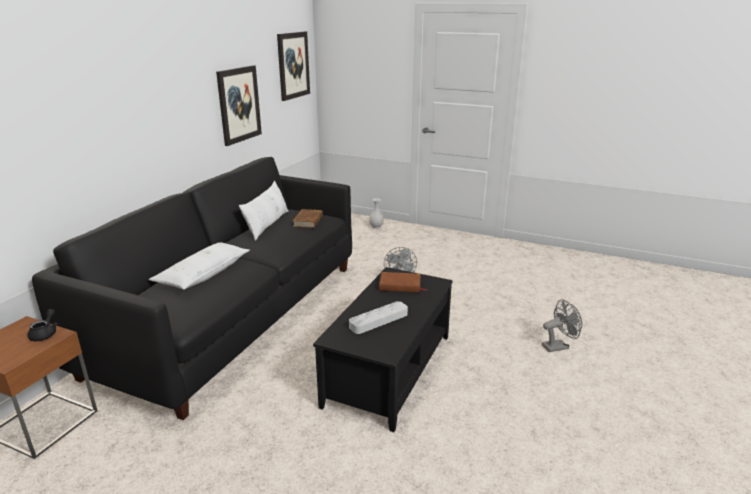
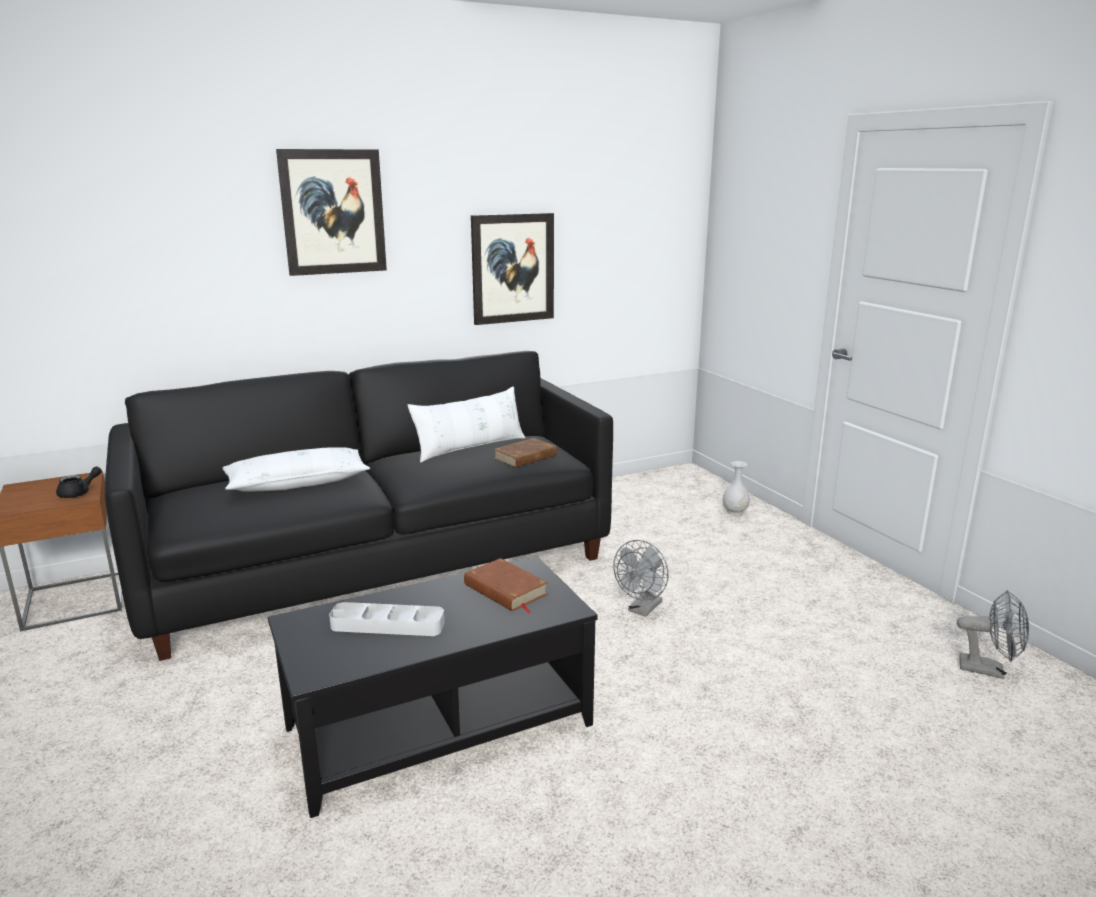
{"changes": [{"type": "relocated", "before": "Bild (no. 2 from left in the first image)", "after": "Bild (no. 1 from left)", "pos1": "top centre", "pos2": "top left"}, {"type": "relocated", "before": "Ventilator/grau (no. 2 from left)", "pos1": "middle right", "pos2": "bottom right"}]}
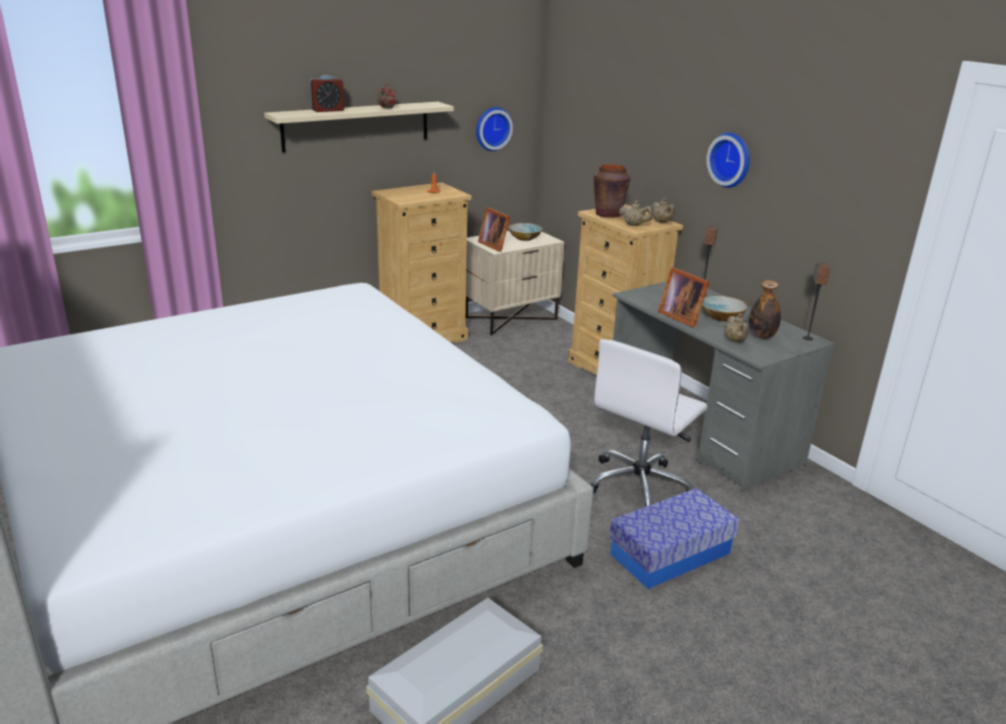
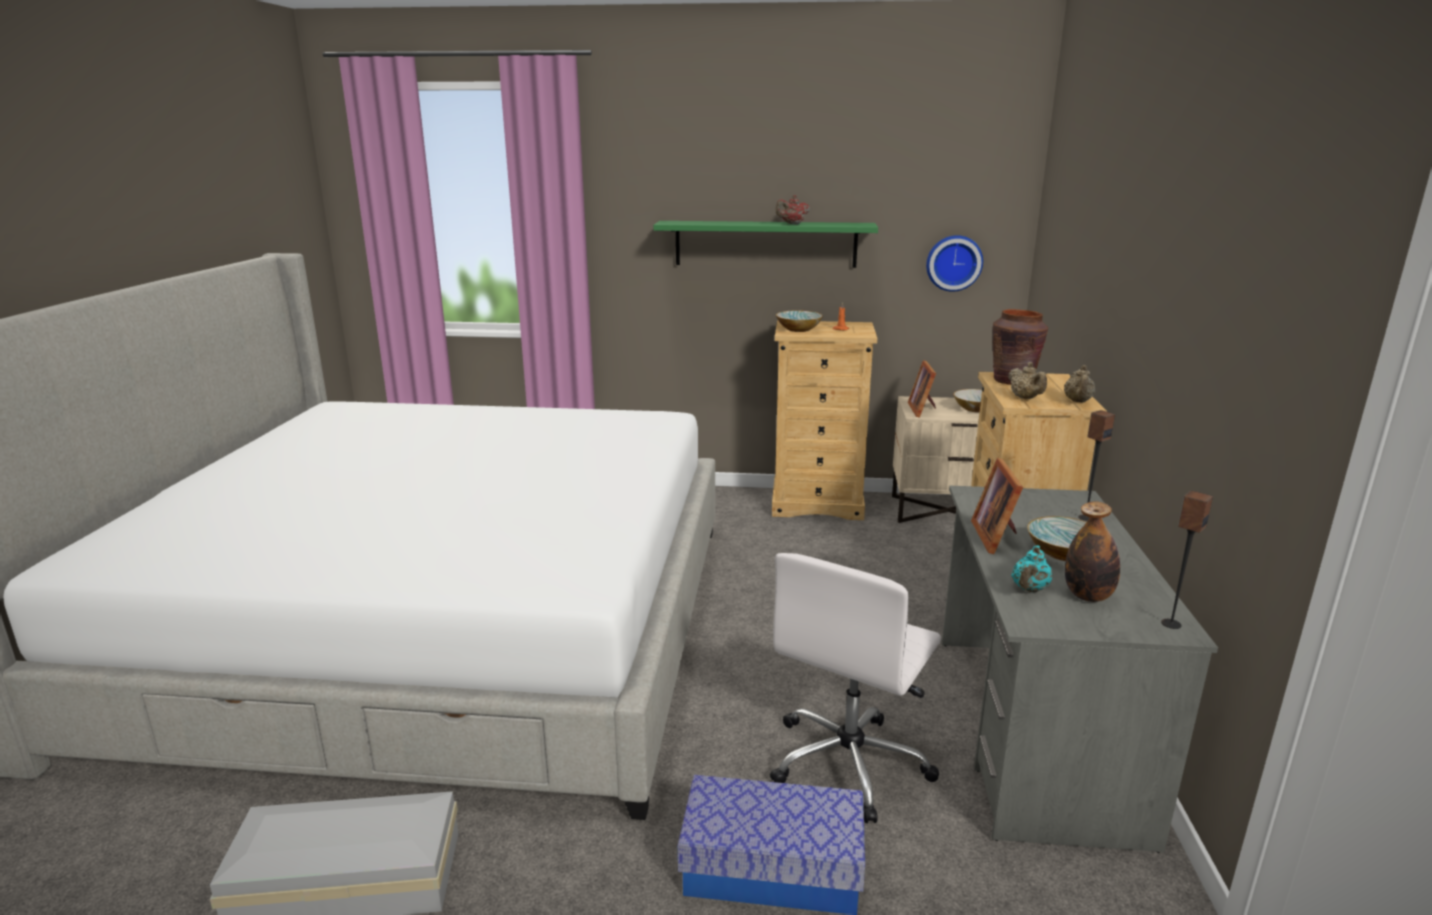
{"changes": [{"type": "colour", "before": "Wandregal/beige", "after": "Wandregal/grün", "pos1": "top centre", "pos2": "top centre"}, {"type": "spun", "before": "Bürostuhl/weiß", "pos1": "centre", "pos2": "bottom centre", "turn": -45}, {"type": "appeared", "after": "Schüssel (no. 1 from left)", "pos2": "centre"}, {"type": "colour", "before": "Teekanne/beige (no. 3 from left)", "after": "Teekanne/türkis", "pos1": "middle right", "pos2": "middle right"}, {"type": "missing", "before": "Wecker", "pos1": "top left"}, {"type": "missing", "before": "Wanduhr (no. 2 from left)", "pos1": "top right"}]}
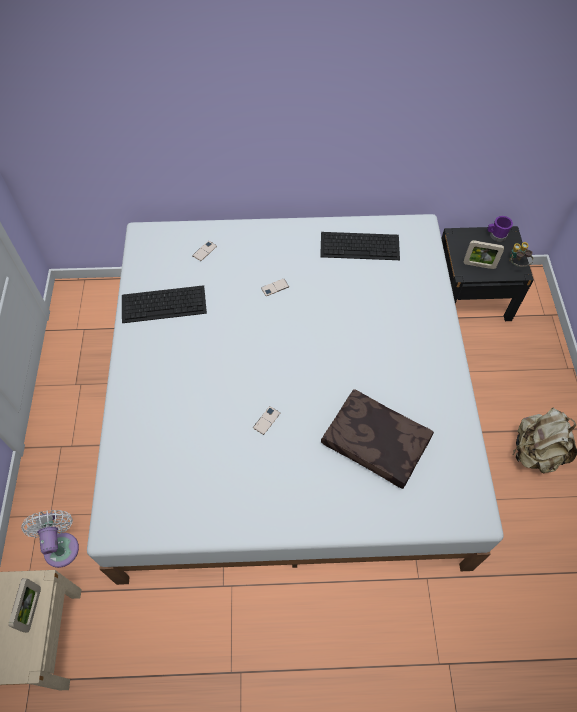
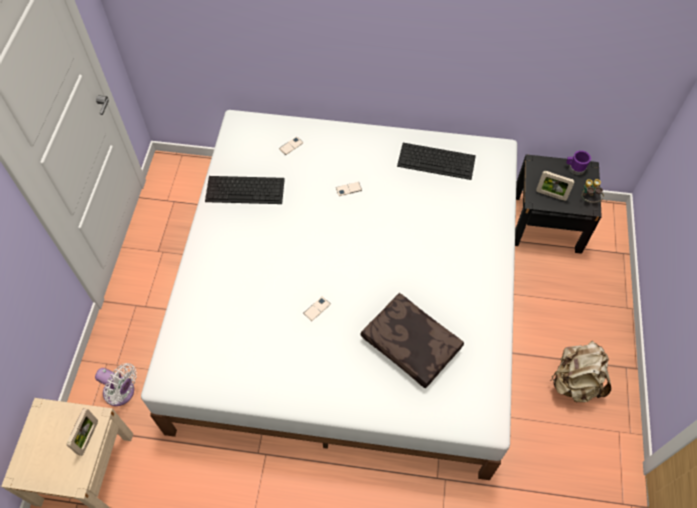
{"changes": [{"type": "spun", "before": "Ventilator/weiß", "pos1": "bottom left", "pos2": "bottom left", "turn": 120}]}
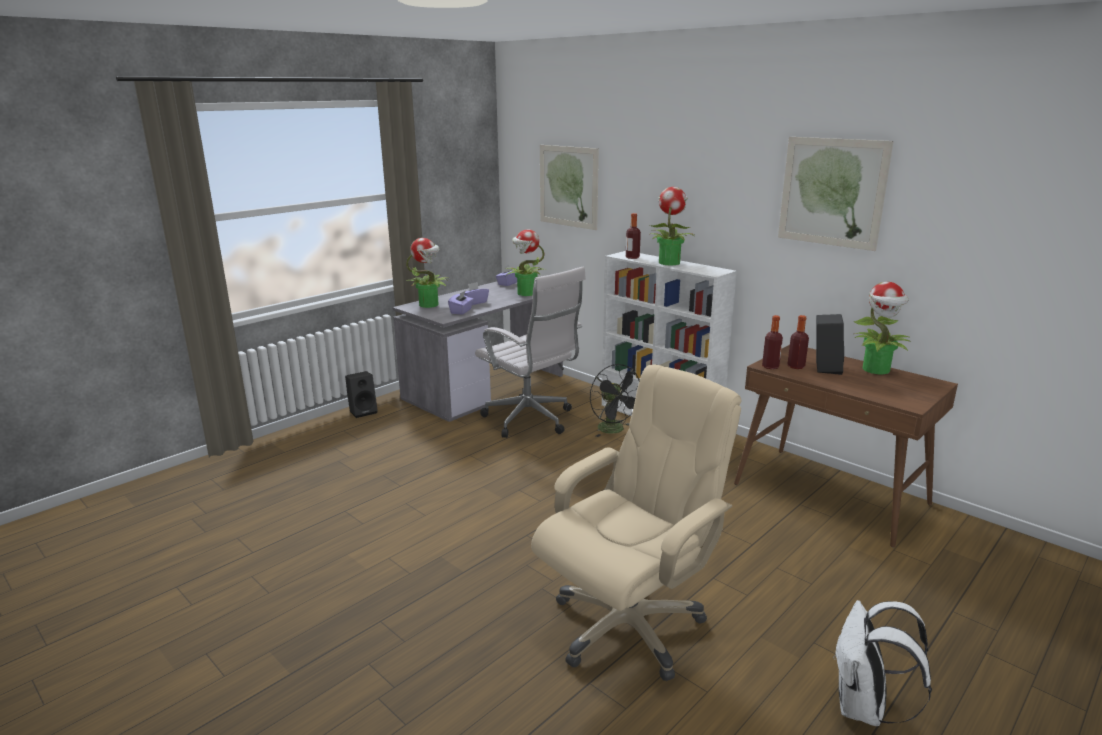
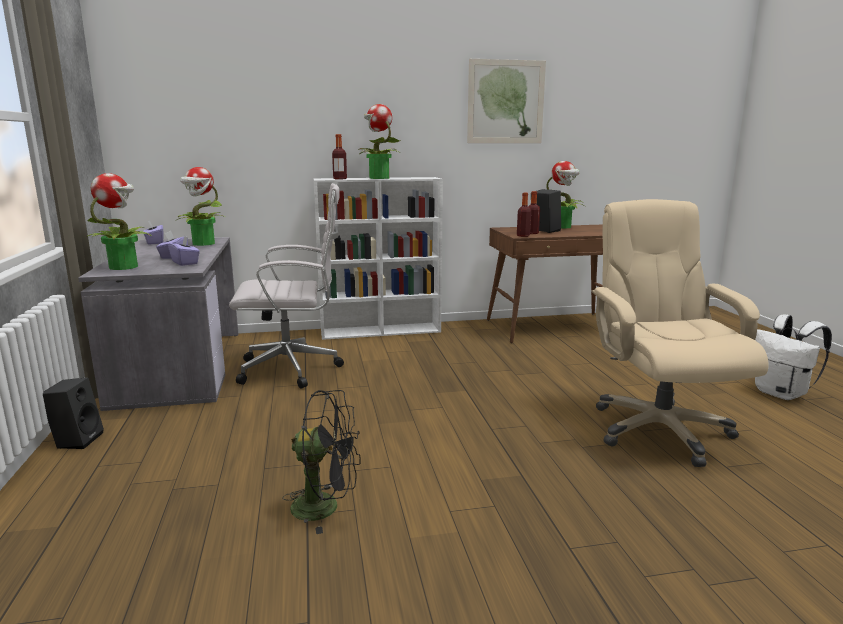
{"changes": [{"type": "relocated", "before": "Ventilator/schwarz", "pos1": "centre", "pos2": "bottom centre"}, {"type": "missing", "before": "Bild (no. 1 from left)", "pos1": "top centre"}]}
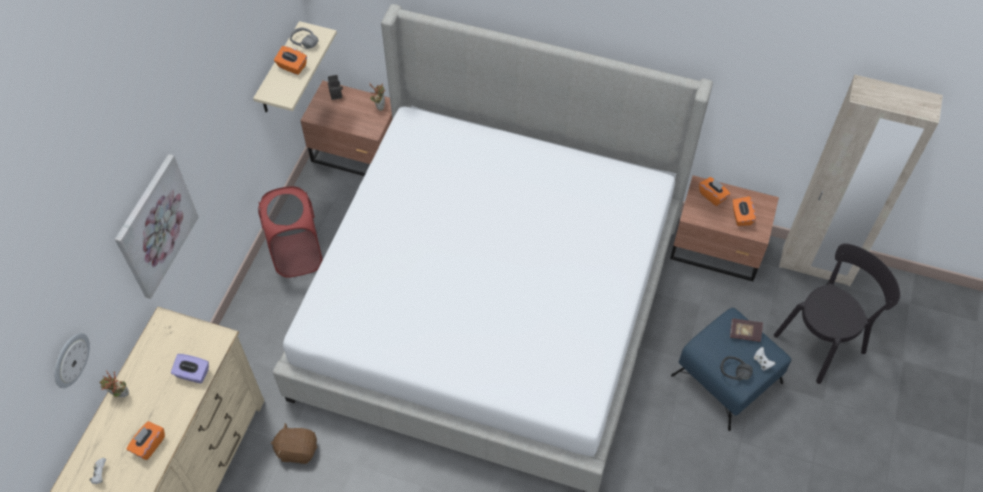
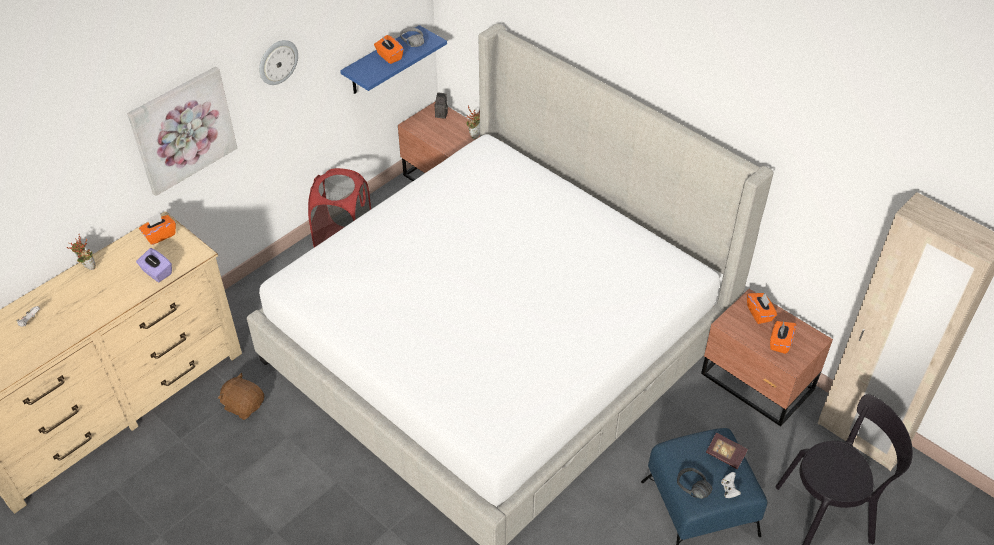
{"changes": [{"type": "relocated", "before": "Taschentuchbox/orange (no. 1 from left)", "pos1": "bottom left", "pos2": "middle left"}, {"type": "relocated", "before": "Wanduhr", "pos1": "bottom left", "pos2": "top left"}, {"type": "colour", "before": "Wandregal/beige", "after": "Wandregal/blau", "pos1": "top left", "pos2": "top centre"}]}
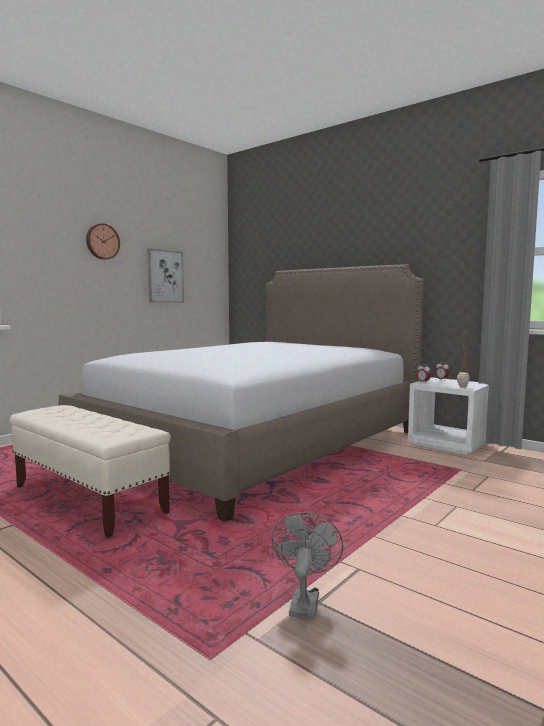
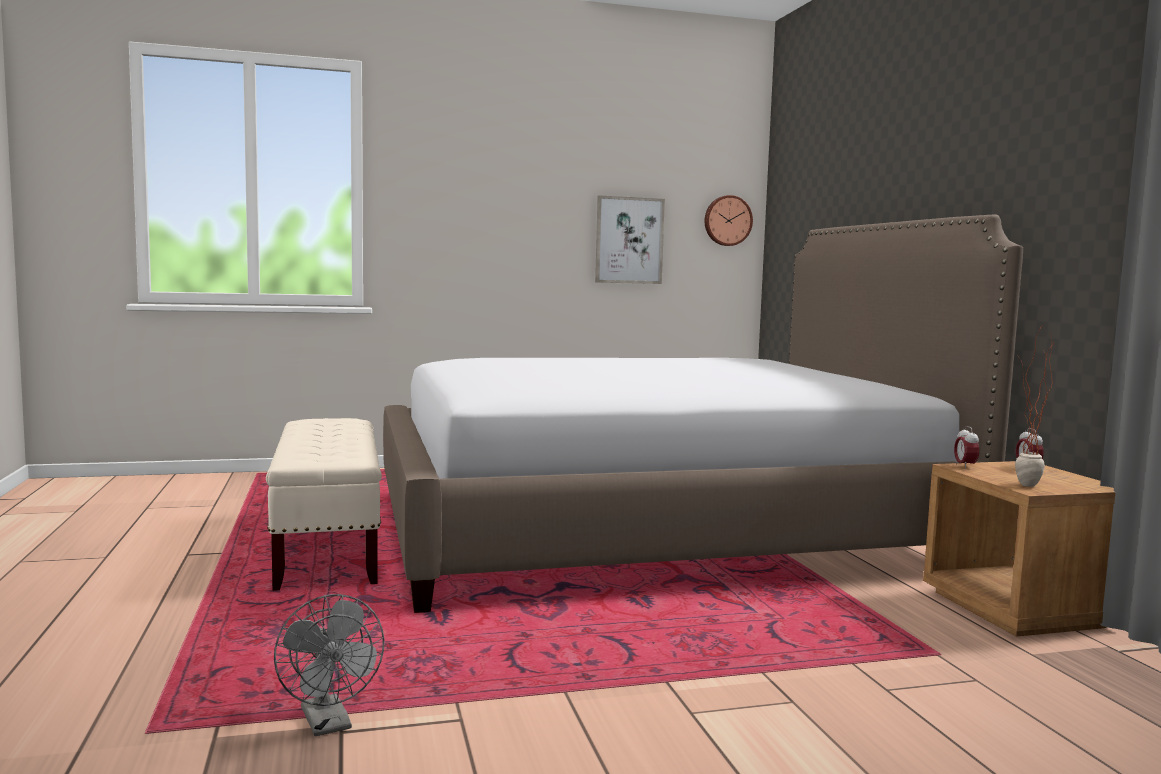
{"changes": [{"type": "spun", "before": "Ventilator/grau", "pos1": "bottom centre", "pos2": "bottom left", "turn": 105}, {"type": "relocated", "before": "Wanduhr", "pos1": "top left", "pos2": "top centre"}, {"type": "colour", "before": "Nachttisch/weiß", "after": "Nachttisch/braun", "pos1": "middle right", "pos2": "bottom right"}]}
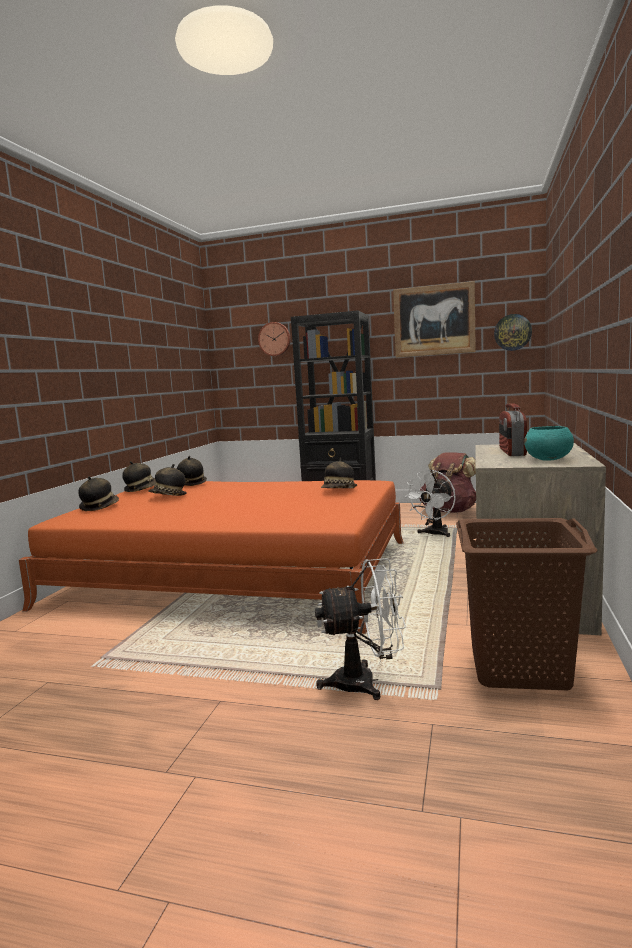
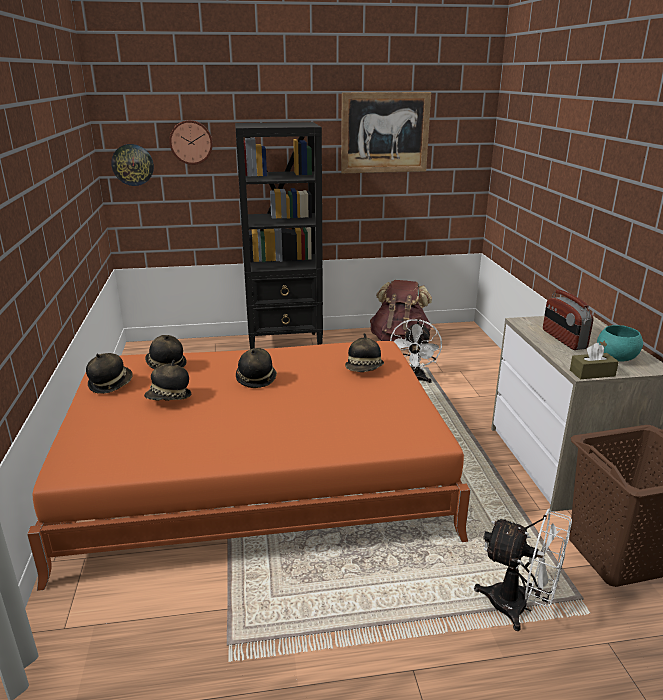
{"changes": [{"type": "relocated", "before": "Wanduhr (no. 2 from left in the first image)", "after": "Wanduhr (no. 1 from left)", "pos1": "middle right", "pos2": "top left"}, {"type": "relocated", "before": "Hut (no. 1 from left in the first image)", "after": "Hut (no. 4 from left)", "pos1": "middle left", "pos2": "centre"}, {"type": "spun", "before": "Ventilator/weiß (no. 1 from left in the first image)", "pos1": "centre", "pos2": "bottom right", "turn": 60}, {"type": "appeared", "after": "Taschentuchbox/braun", "pos2": "middle right"}]}
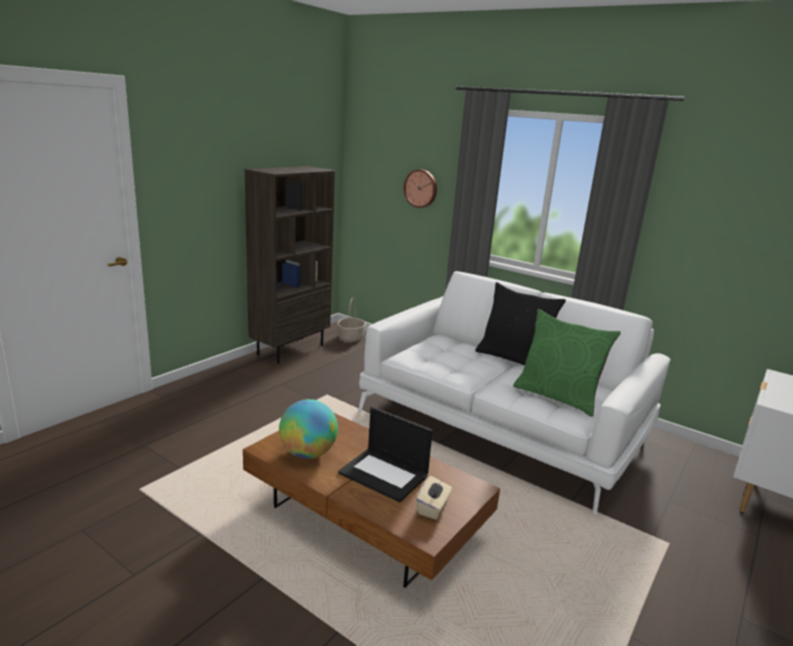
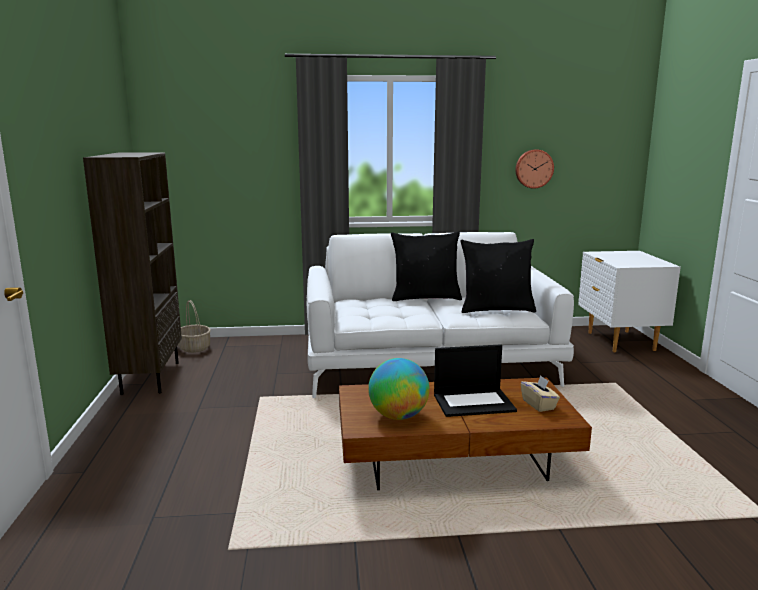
{"changes": [{"type": "colour", "before": "Kissen/grün", "after": "Kissen/schwarz (no. 2 from left)", "pos1": "middle right", "pos2": "centre"}, {"type": "relocated", "before": "Wanduhr", "pos1": "top centre", "pos2": "top right"}]}
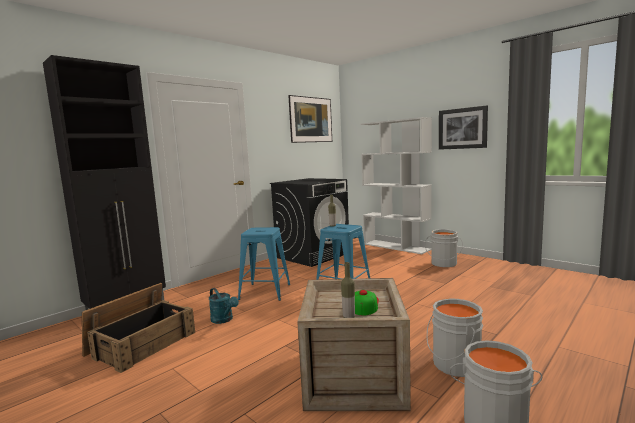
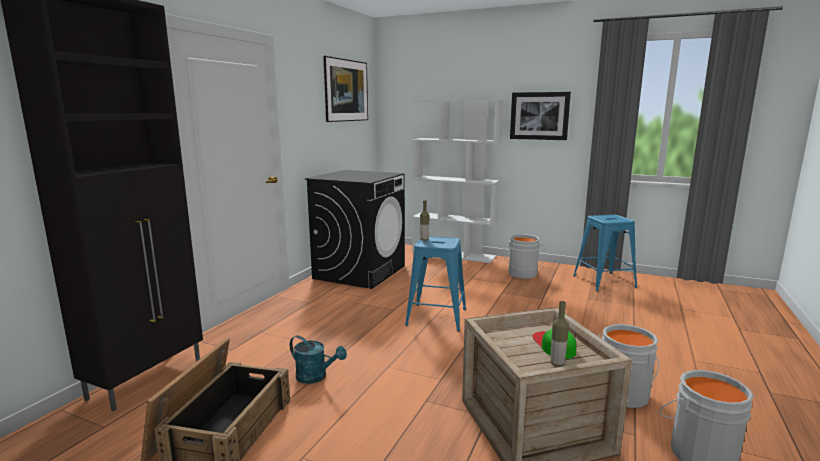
{"changes": [{"type": "relocated", "before": "Hocker/blau (no. 1 from left in the first image)", "after": "Hocker/blau (no. 2 from left)", "pos1": "centre", "pos2": "middle right"}]}
